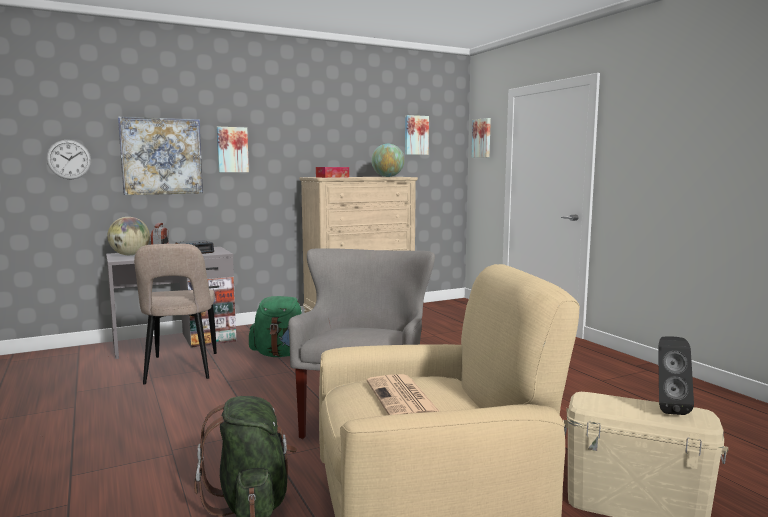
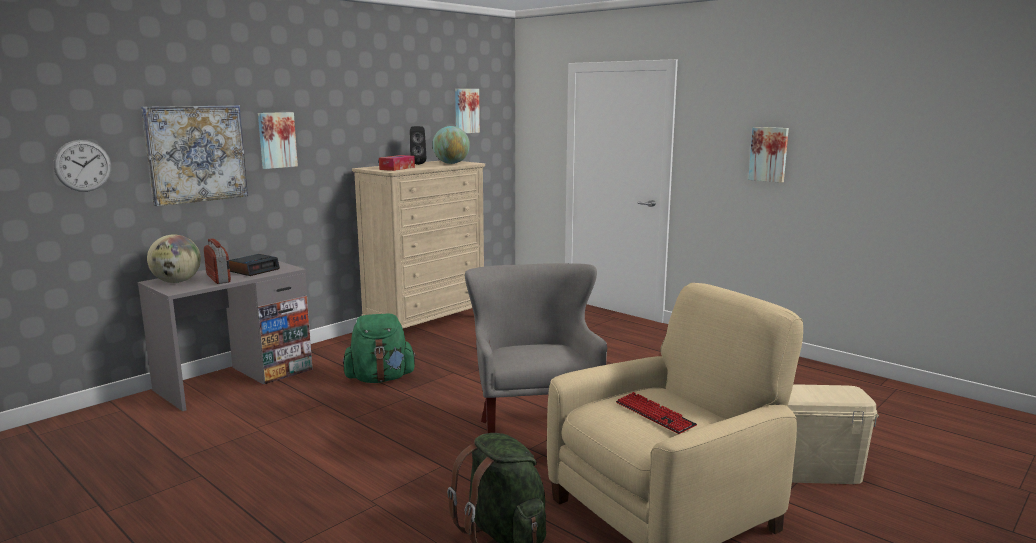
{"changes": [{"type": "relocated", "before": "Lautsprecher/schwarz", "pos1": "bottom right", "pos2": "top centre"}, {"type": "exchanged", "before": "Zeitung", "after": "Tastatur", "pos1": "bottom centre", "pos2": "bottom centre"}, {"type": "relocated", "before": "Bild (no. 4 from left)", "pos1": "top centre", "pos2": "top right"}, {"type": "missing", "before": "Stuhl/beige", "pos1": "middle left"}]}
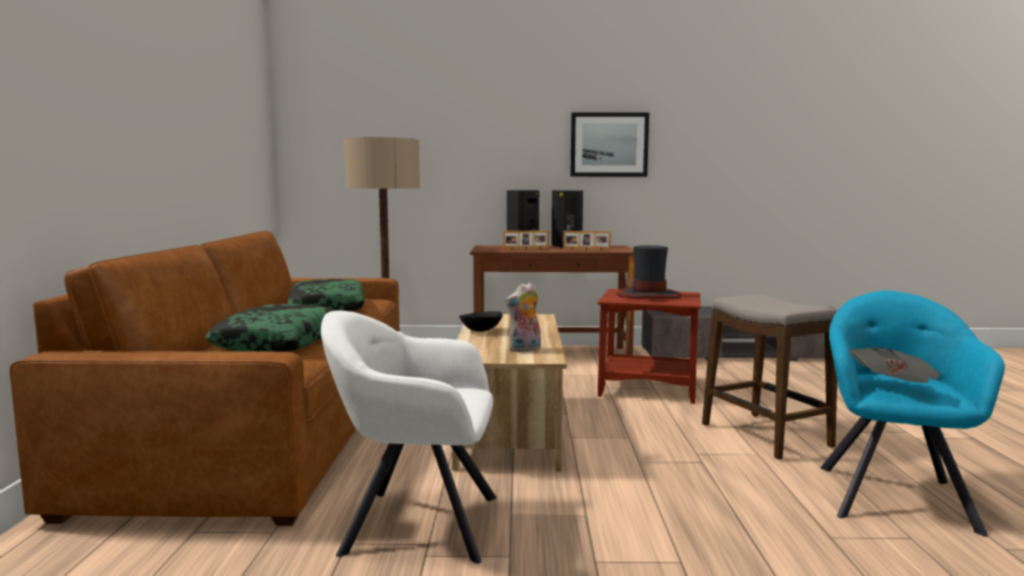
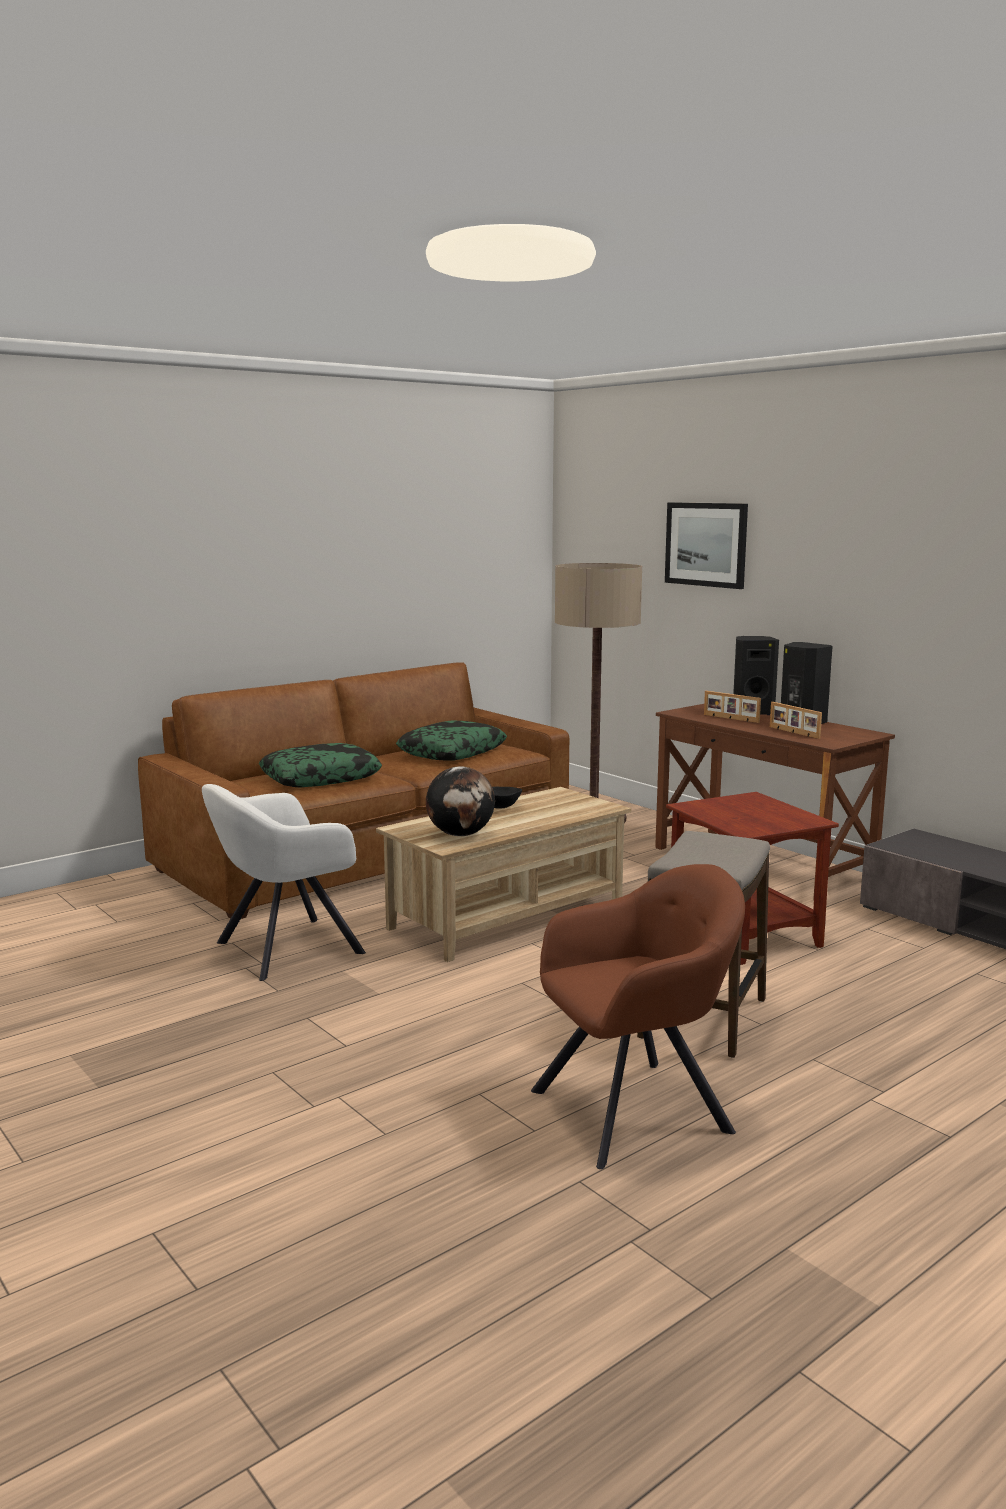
{"changes": [{"type": "spun", "before": "Sessel/weiß", "pos1": "bottom centre", "pos2": "middle left", "turn": -90}, {"type": "exchanged", "before": "Plüschtier", "after": "Globus", "pos1": "centre", "pos2": "centre"}, {"type": "colour", "before": "Sessel/türkis", "after": "Sessel/braun", "pos1": "bottom right", "pos2": "bottom centre"}, {"type": "relocated", "before": "Bild", "pos1": "top centre", "pos2": "middle right"}, {"type": "missing", "before": "Hut", "pos1": "centre"}, {"type": "missing", "before": "Zeitung", "pos1": "middle right"}]}
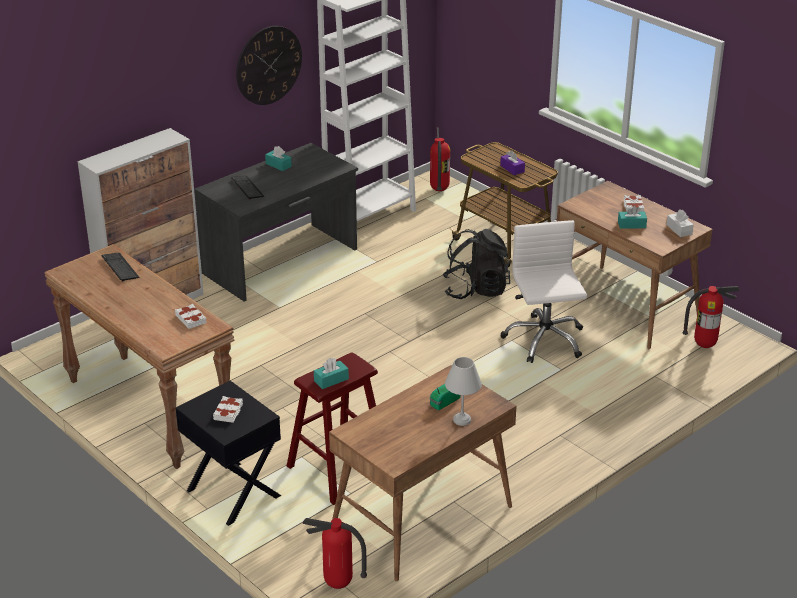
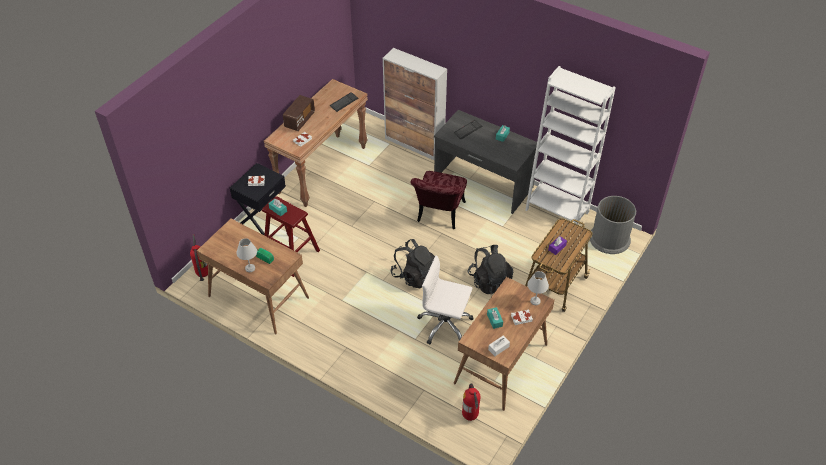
{"changes": [{"type": "appeared", "after": "Radio (no. 2 from left)", "pos2": "top centre"}, {"type": "appeared", "after": "Rucksack/schwarz (no. 1 from left)", "pos2": "centre"}, {"type": "appeared", "after": "Stuhl/rot", "pos2": "centre"}, {"type": "spun", "before": "Bürostuhl/weiß", "pos1": "middle right", "pos2": "centre", "turn": -135}, {"type": "appeared", "after": "Tischlampe/weiß (no. 2 from left)", "pos2": "centre"}, {"type": "exchanged", "before": "Feuerlöscher (no. 2 from left)", "after": "Mülleimer/grau", "pos1": "top centre", "pos2": "middle right"}, {"type": "missing", "before": "Wanduhr", "pos1": "top centre"}]}
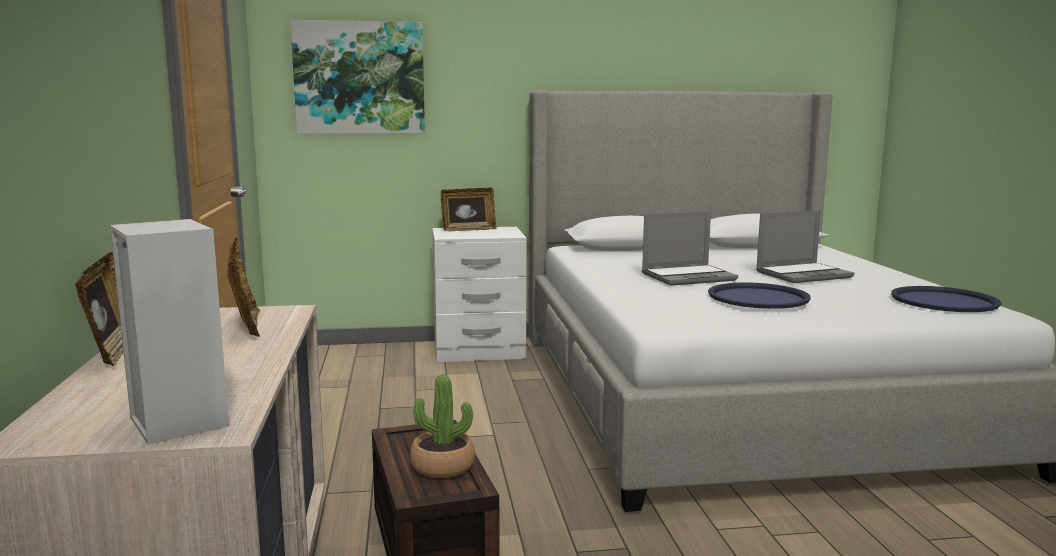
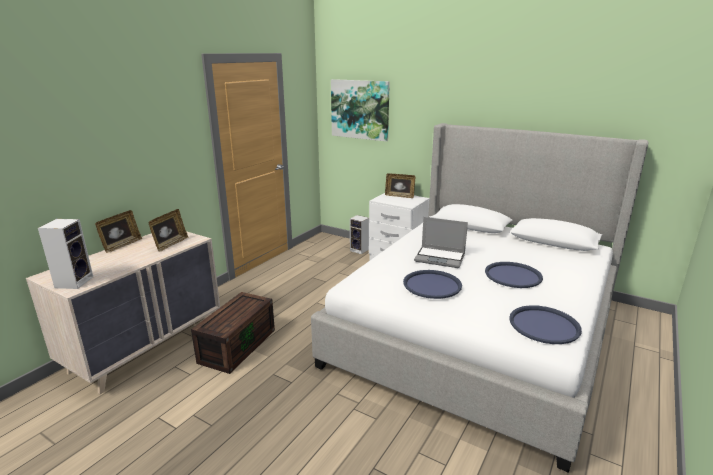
{"changes": [{"type": "appeared", "after": "Lautsprecher (no. 2 from left)", "pos2": "centre"}, {"type": "exchanged", "before": "Laptop (no. 2 from left)", "after": "Tablett/blau (no. 2 from left)", "pos1": "middle right", "pos2": "middle right"}, {"type": "missing", "before": "Topfpflanze", "pos1": "bottom centre"}]}
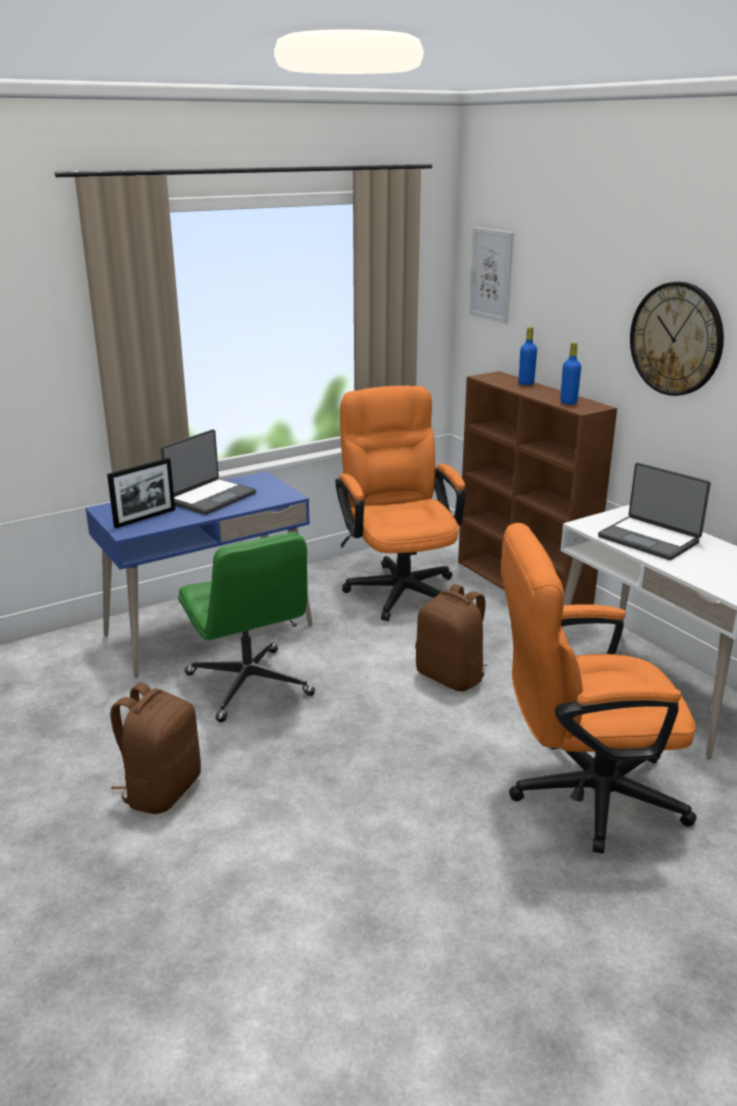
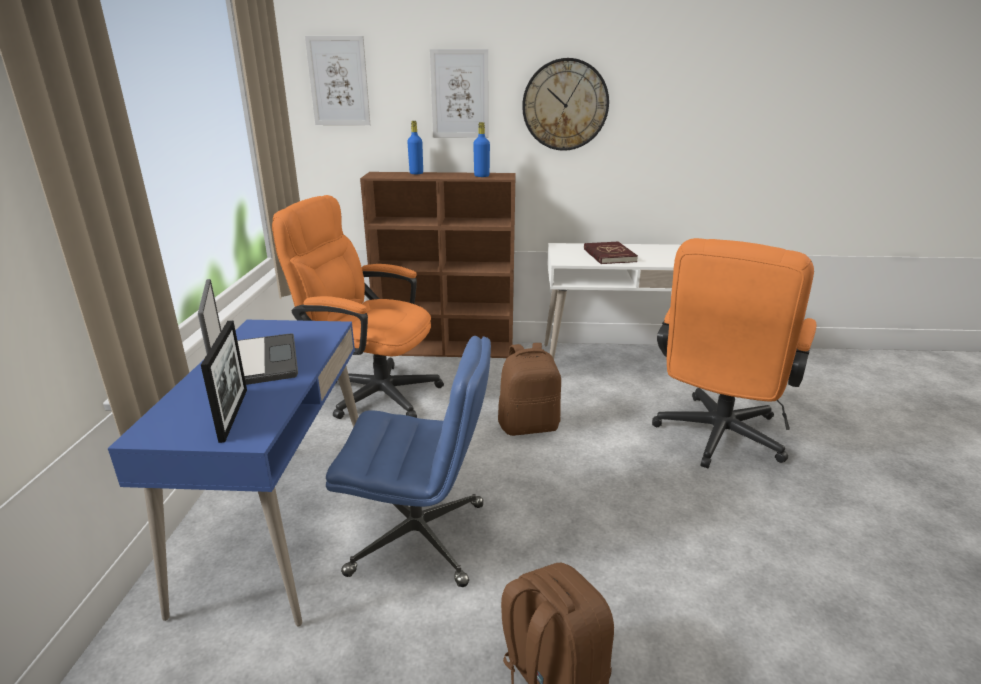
{"changes": [{"type": "colour", "before": "Bürostuhl/grün", "after": "Bürostuhl/blau", "pos1": "centre", "pos2": "bottom centre"}, {"type": "appeared", "after": "Bild (no. 2 from left)", "pos2": "top centre"}, {"type": "exchanged", "before": "Laptop (no. 2 from left)", "after": "Buch/rot", "pos1": "middle right", "pos2": "centre"}]}
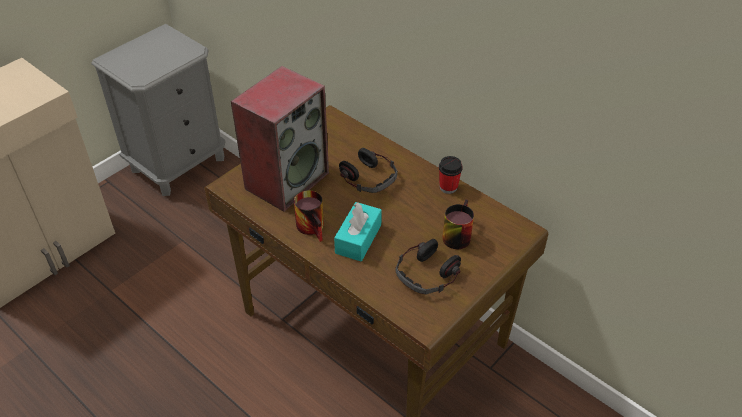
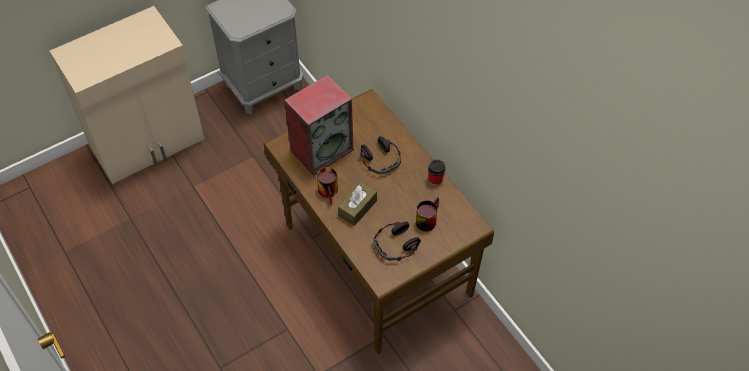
{"changes": [{"type": "colour", "before": "Taschentuchbox/türkis", "after": "Taschentuchbox/braun", "pos1": "centre", "pos2": "centre"}]}
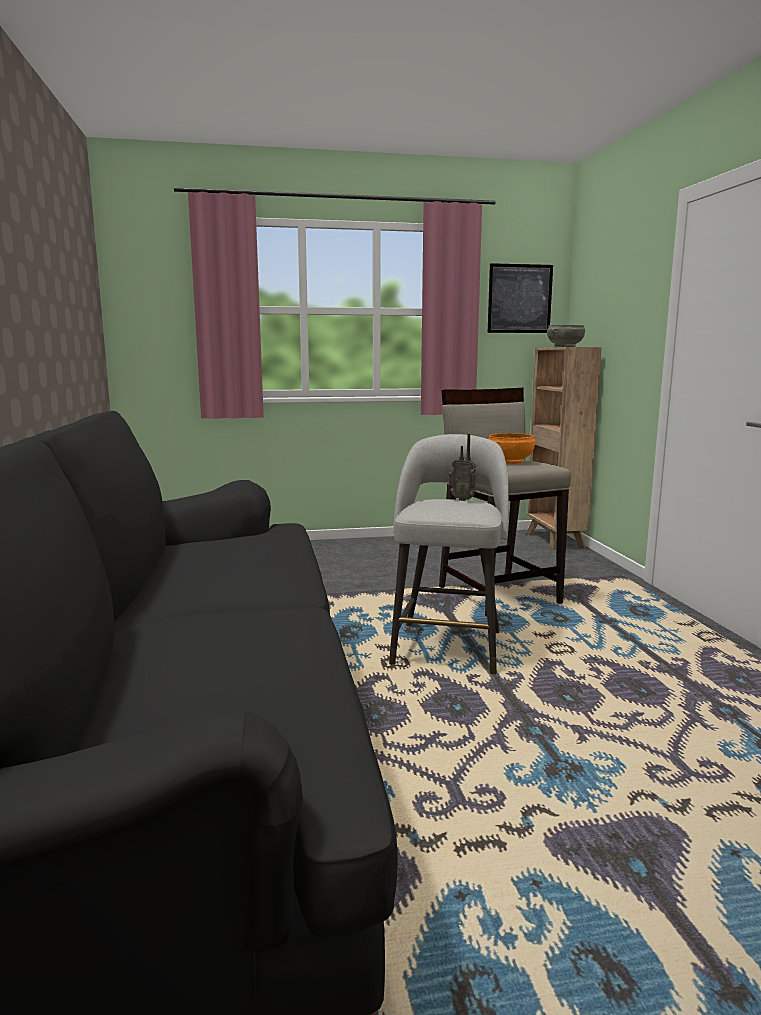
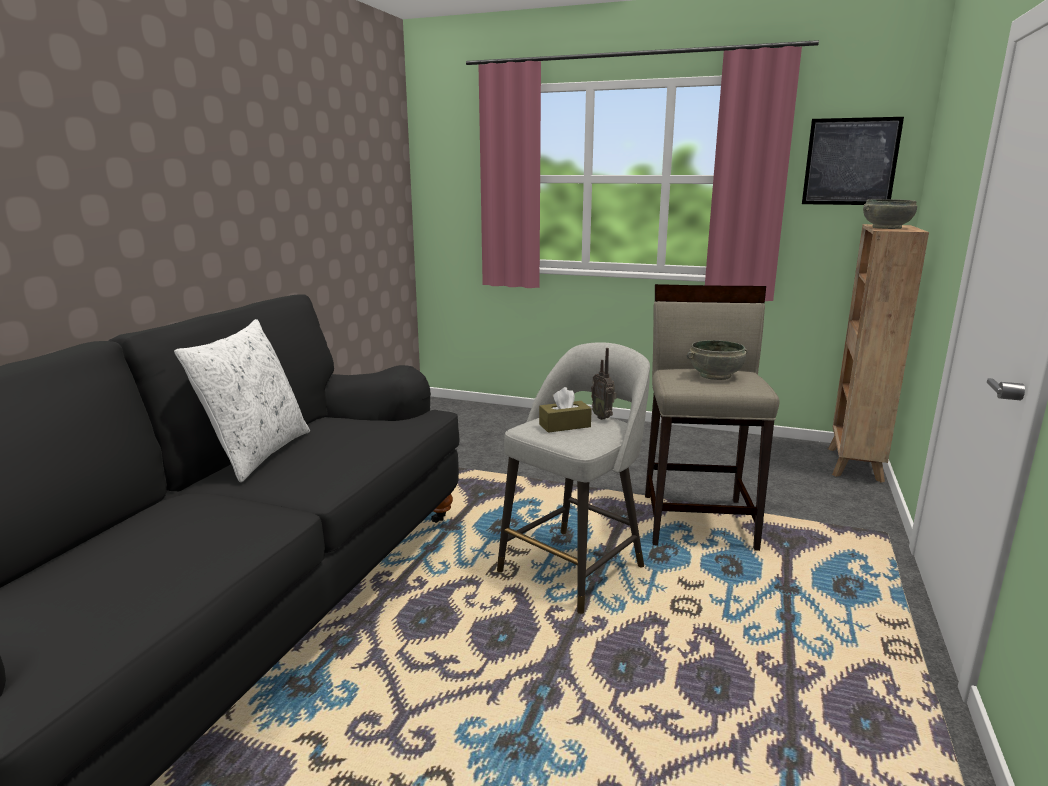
{"changes": [{"type": "appeared", "after": "Kissen/weiß", "pos2": "middle left"}, {"type": "appeared", "after": "Taschentuchbox/braun", "pos2": "centre"}, {"type": "colour", "before": "Schüssel/orange", "after": "Schüssel/grau (no. 1 from left)", "pos1": "middle right", "pos2": "middle right"}]}
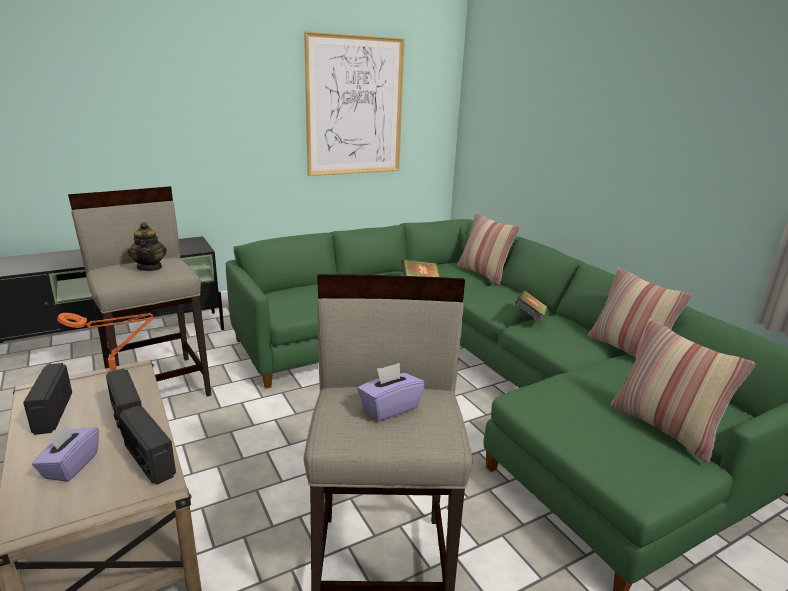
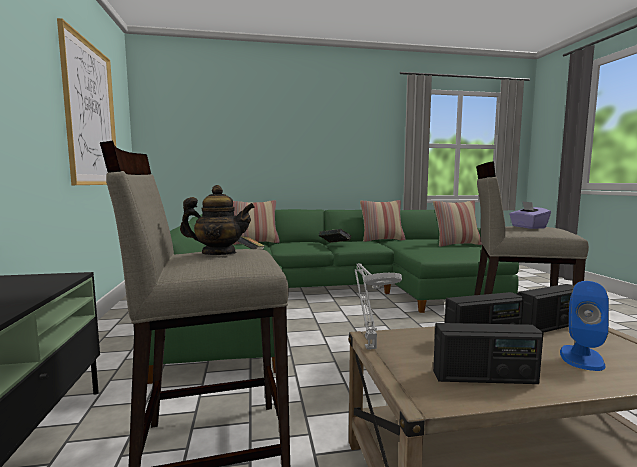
{"changes": [{"type": "colour", "before": "Tischlampe/orange", "after": "Tischlampe/grau", "pos1": "middle left", "pos2": "centre"}, {"type": "exchanged", "before": "Taschentuchbox/lila (no. 1 from left)", "after": "Lautsprecher/blau", "pos1": "bottom left", "pos2": "bottom right"}]}
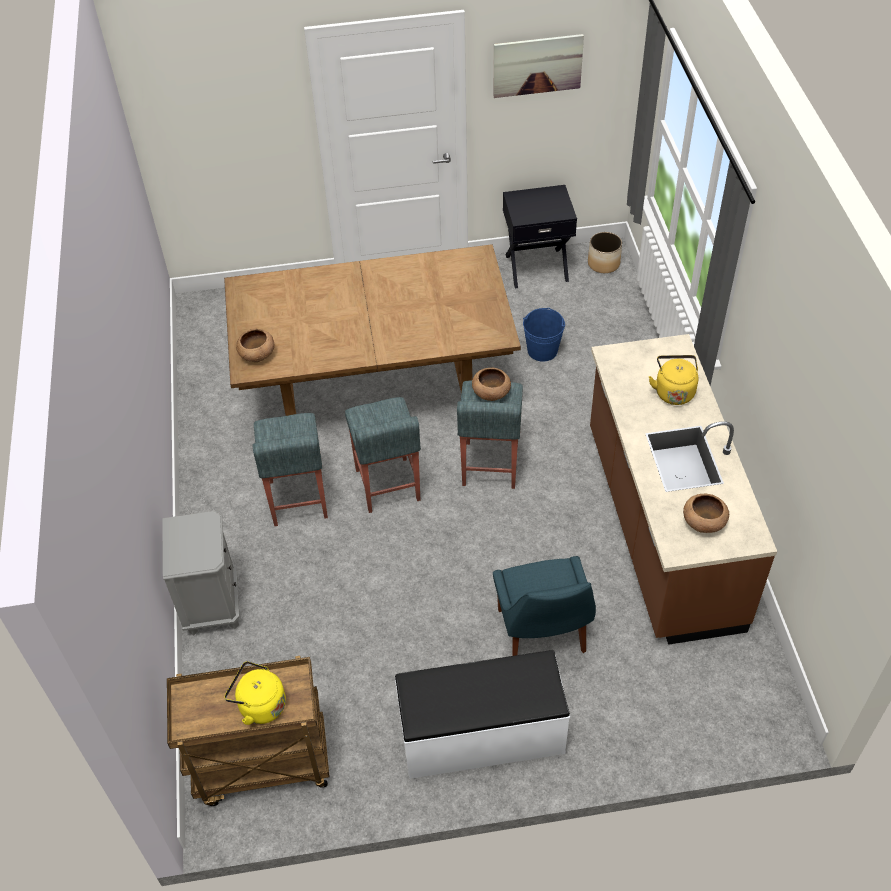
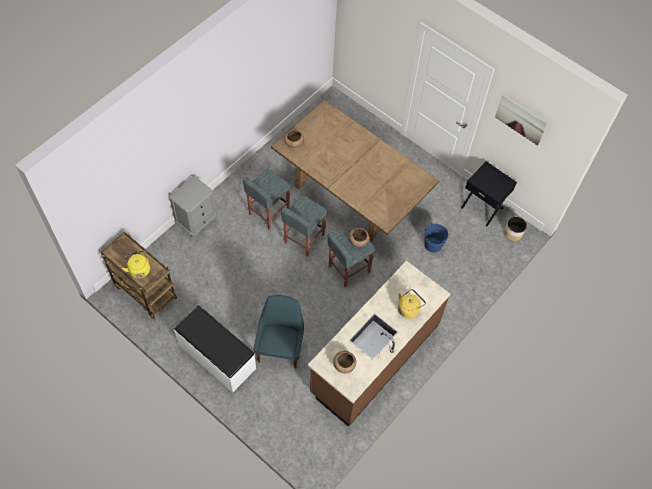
{"changes": [{"type": "spun", "before": "Stuhl/blau", "pos1": "bottom centre", "pos2": "bottom centre", "turn": 150}]}
